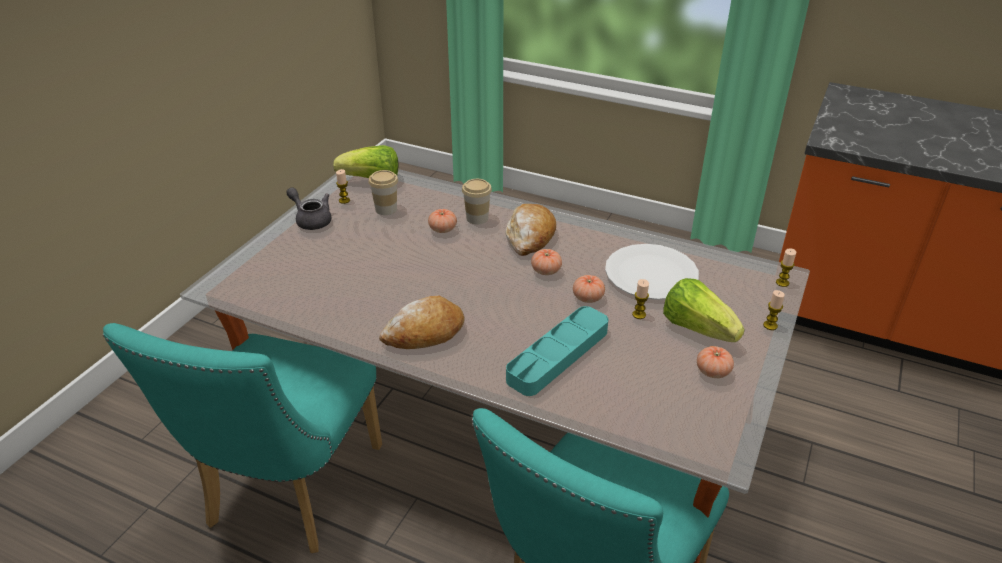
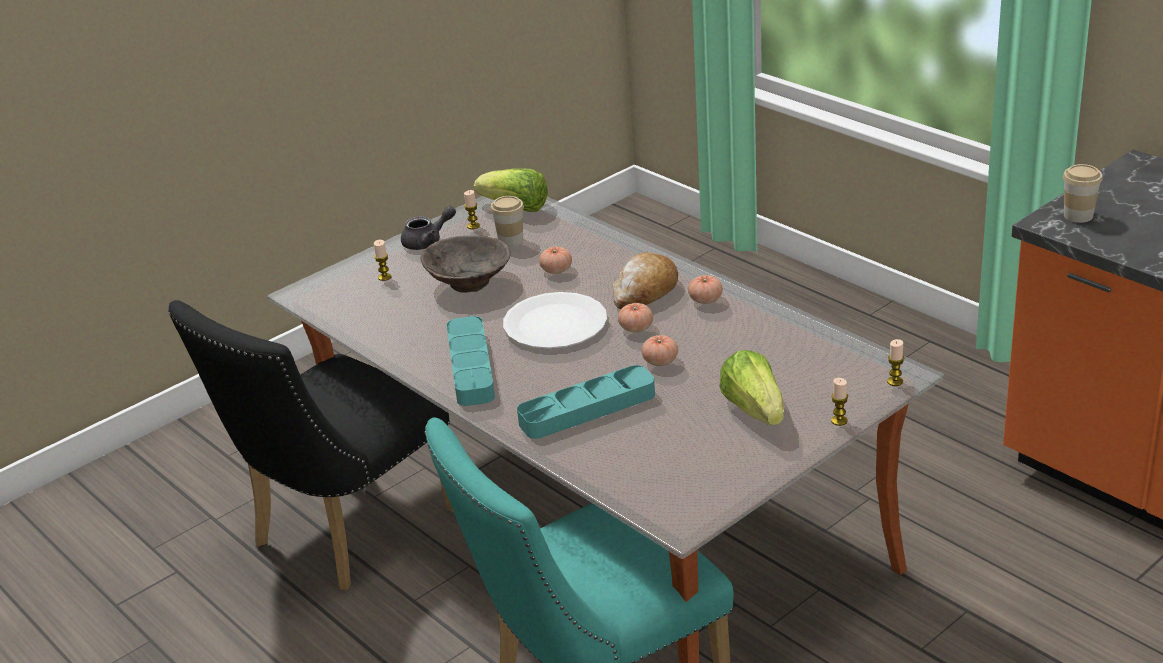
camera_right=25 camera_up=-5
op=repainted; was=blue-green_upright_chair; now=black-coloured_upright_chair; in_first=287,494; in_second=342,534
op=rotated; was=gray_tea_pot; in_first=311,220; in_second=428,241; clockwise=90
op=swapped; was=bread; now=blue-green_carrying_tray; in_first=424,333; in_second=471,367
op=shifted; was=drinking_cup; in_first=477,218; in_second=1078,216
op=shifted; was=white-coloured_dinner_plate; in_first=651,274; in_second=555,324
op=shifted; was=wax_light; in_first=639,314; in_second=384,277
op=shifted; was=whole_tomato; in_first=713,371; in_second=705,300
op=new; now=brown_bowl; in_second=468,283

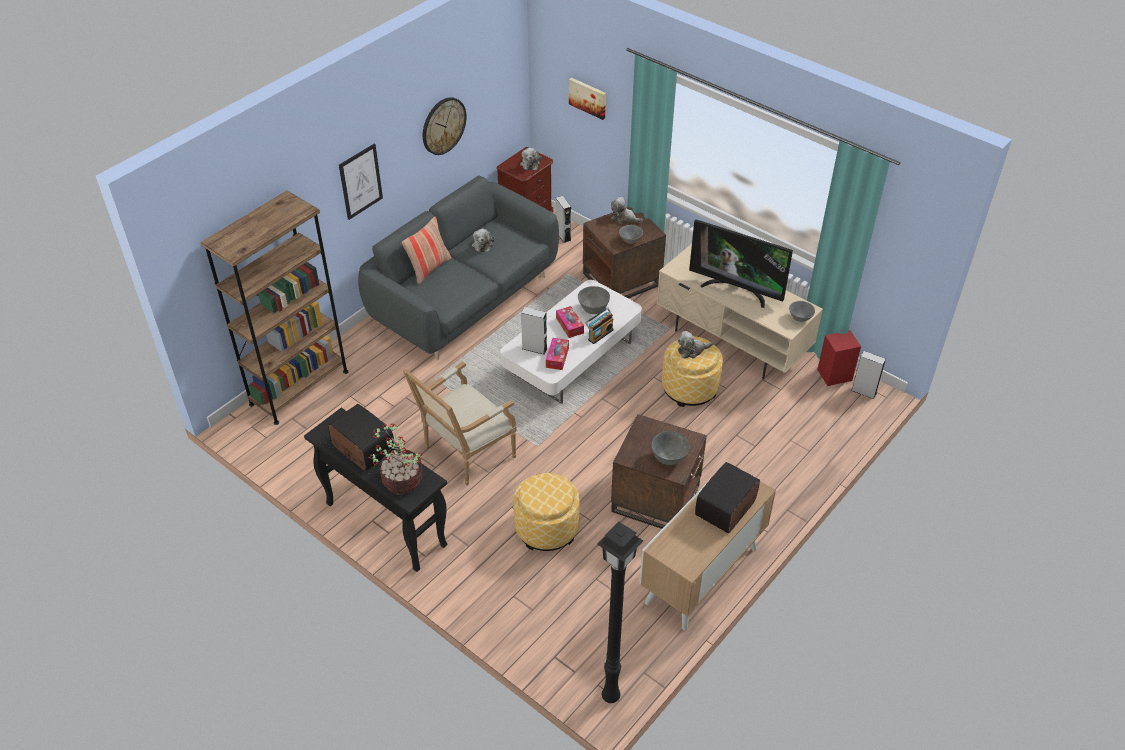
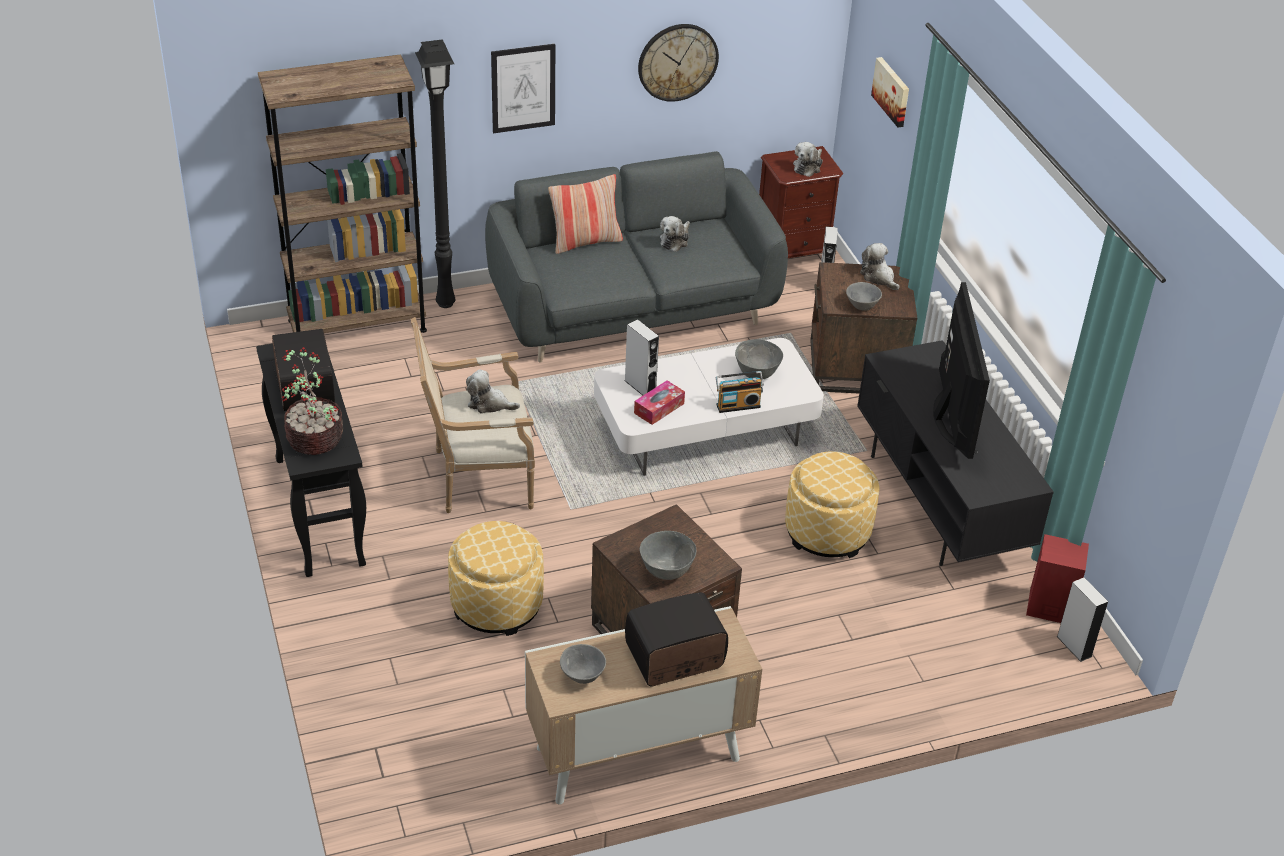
camera_right=30 camera_up=-5
op=gone; was=box_of_tissues; in_first=569,325
op=shifted; was=black-coloured_standard_lamp; in_first=610,695; in_second=446,302
op=repainted; was=sand-coloured_media_console; now=black-coloured_media_console; in_first=733,341; in_second=940,503
op=shifted; was=plush_toy; in_first=692,350; in_second=489,404
op=rotated; was=TV; in_first=736,290; in_second=949,418; clockwise=-150
op=shifted; was=gray_bowl; in_first=800,318; in_second=581,676

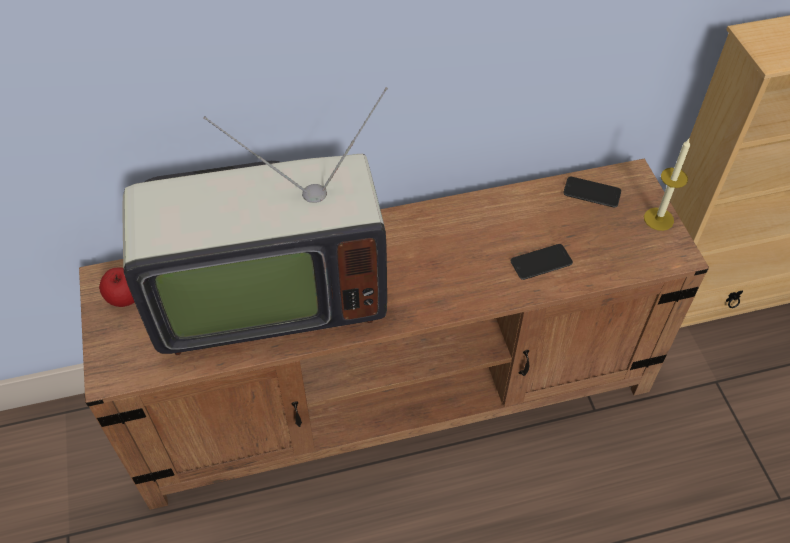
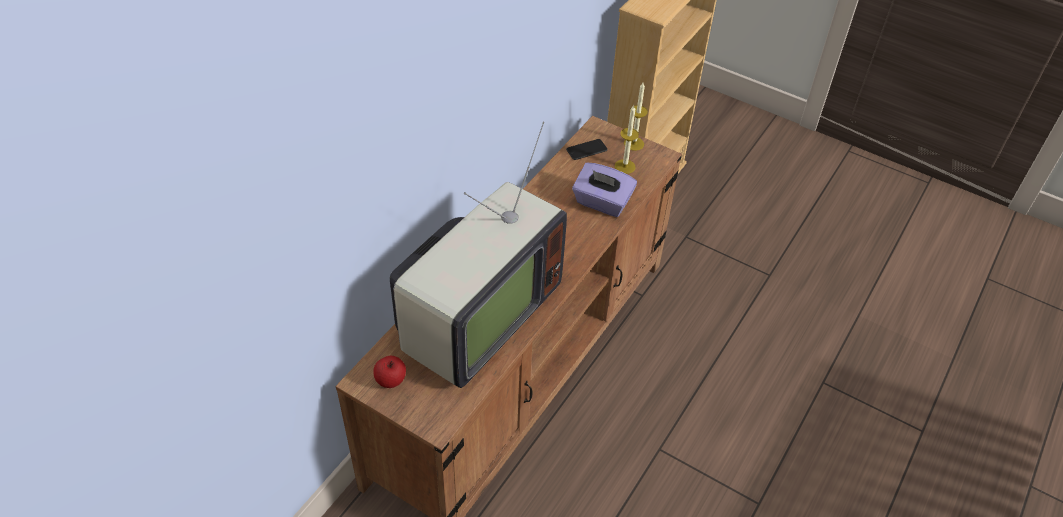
camera_right=-45 camera_up=-5
op=swapped; was=handset; now=purple-coloured_box_of_tissues; in_first=541,262; in_second=602,203
op=new; now=wax_light; in_second=625,166

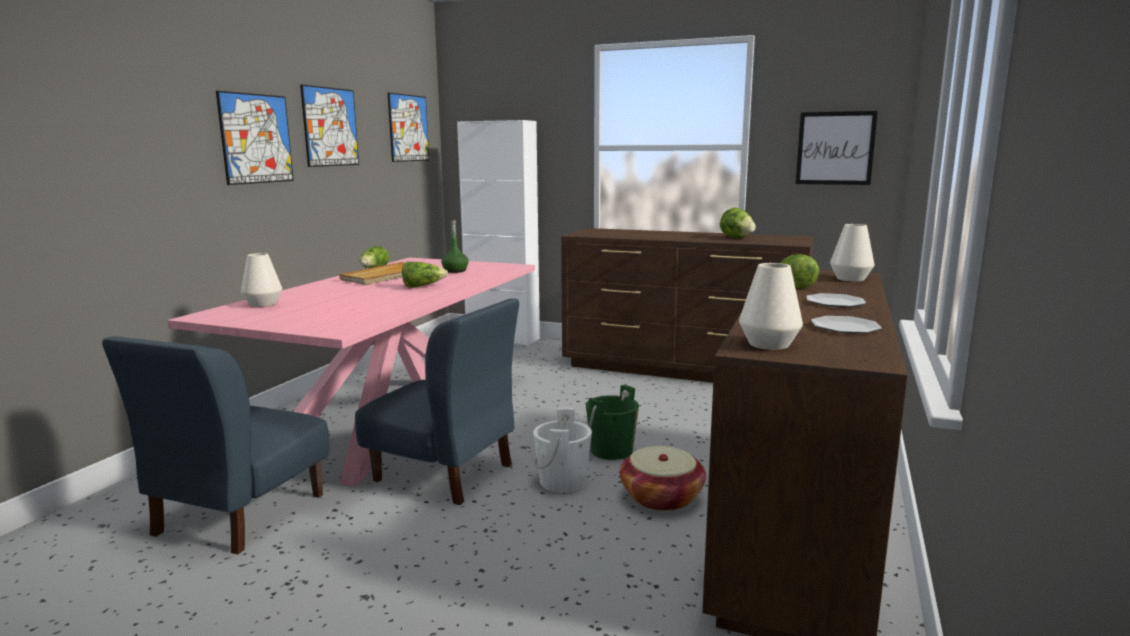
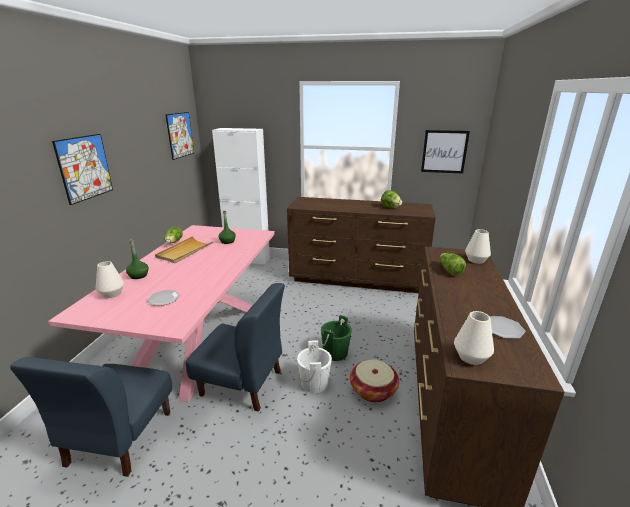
camera_right=-10 camera_up=10
op=gone; was=wall_picture; in_first=330,127
op=gone; was=lettuce; in_first=423,286
op=shifted; was=dinner_plate; in_first=835,303; in_second=164,299
op=new; now=greenish_drink_bottle; in_second=138,276

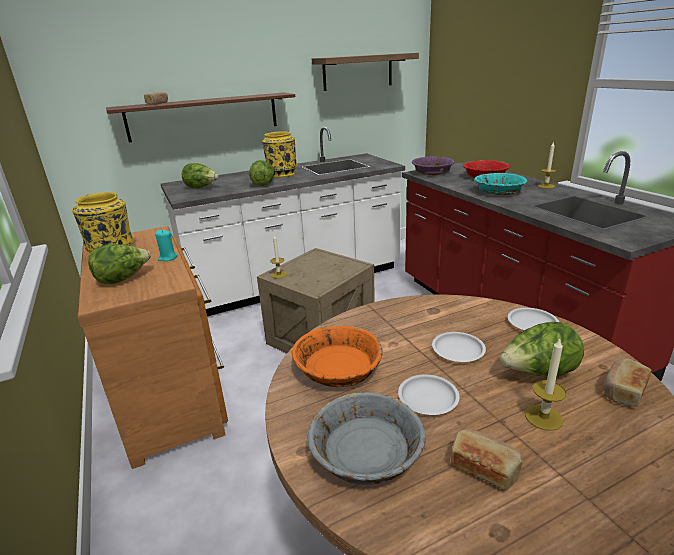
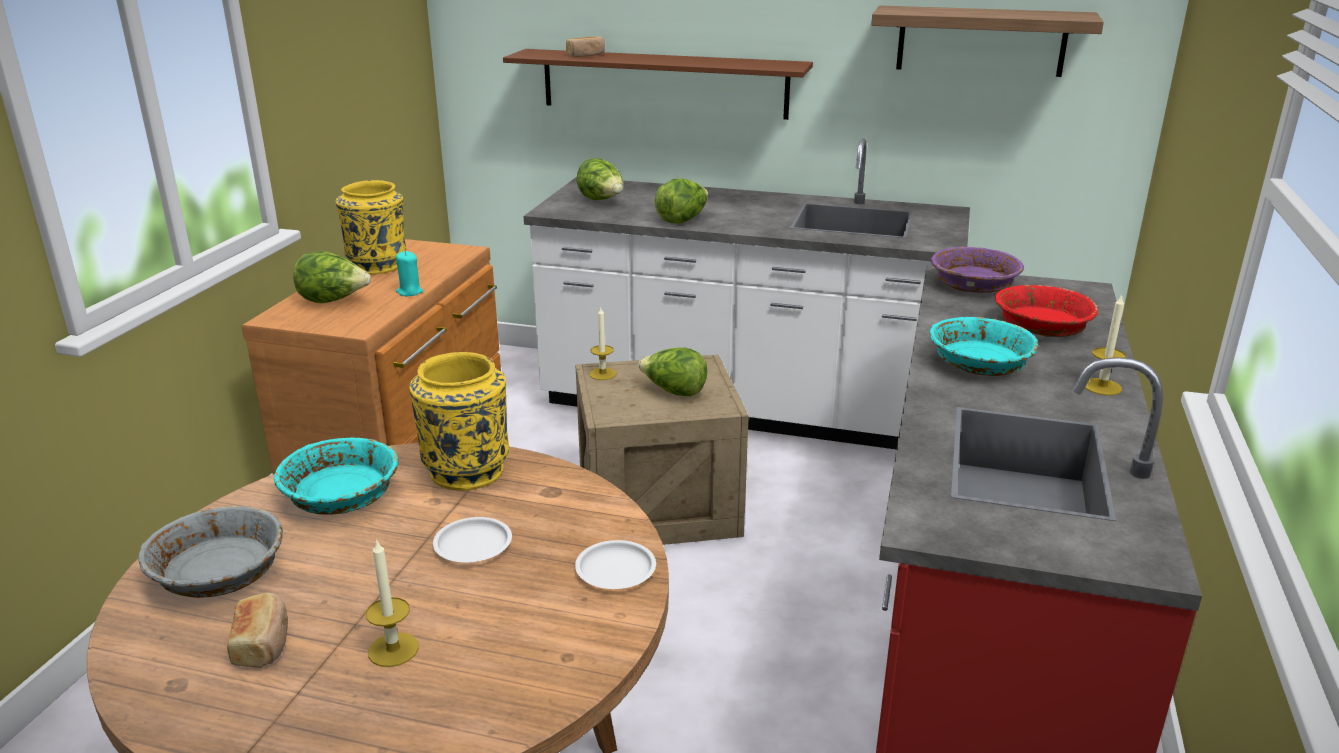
camera_right=40 camera_up=0
op=shifted; was=yellow-coloured_decorative_vase; in_first=281,174; in_second=466,470
op=repainted; was=orangey_bowl; now=blue-green_bowl; in_first=338,369; in_second=341,494
op=gone; was=white-coloured_dinner_plate; in_first=428,398
op=shifted; was=lettuce; in_first=538,373; in_second=674,392
op=gone; was=bread; in_first=622,391

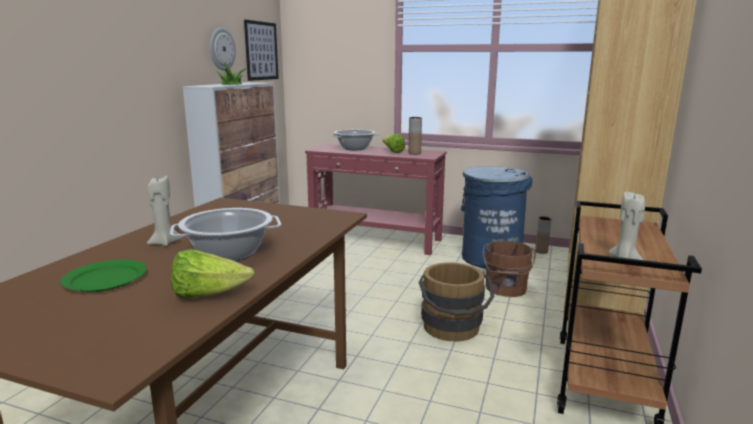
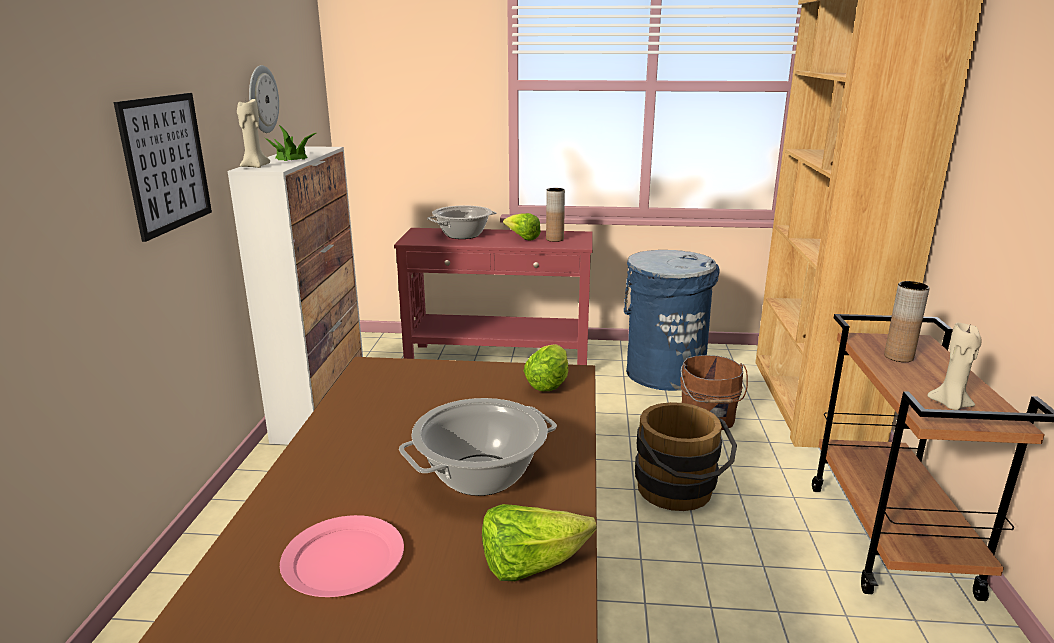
camera_right=-15 camera_up=5
op=repainted; was=greenish_dinner_plate; now=pinkish_dinner_plate; in_first=105,279; in_second=342,560
op=shifted; was=sand-coloured_wax_light; in_first=164,243; in_second=254,166
op=shifted; was=wall_picture; in_first=261,51; in_second=166,163
op=shifted; was=brown_decorative_vase; in_first=541,251; in_second=898,357
op=new; now=lettuce; in_second=549,383

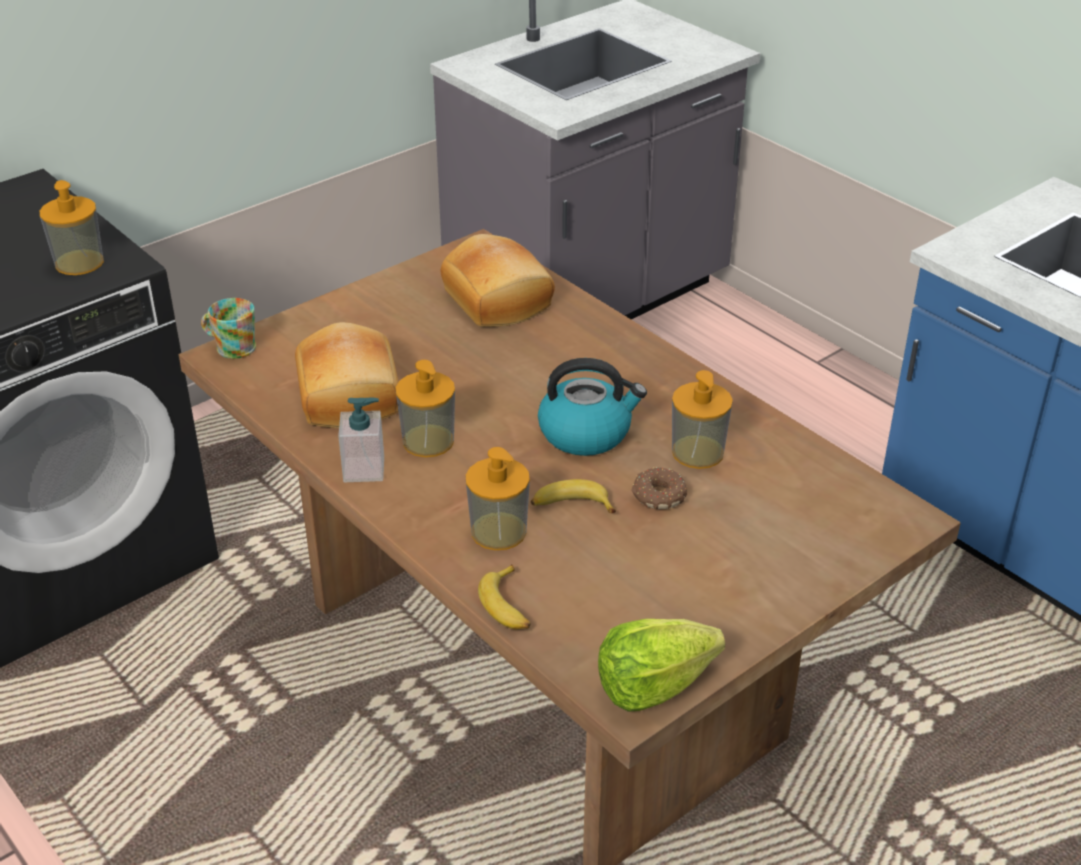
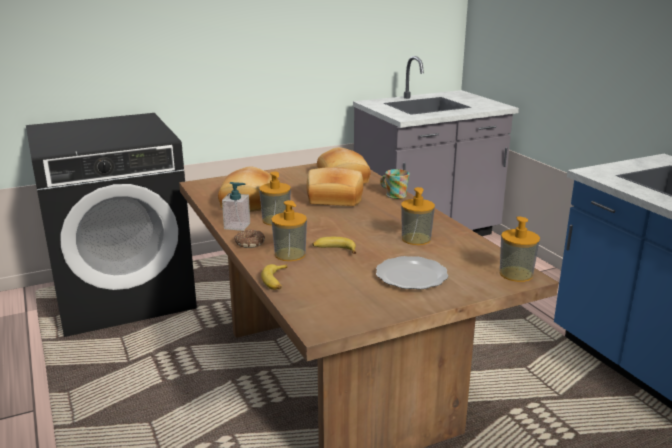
camera_right=15 camera_up=-15
op=shifted; was=soap_bottle; in_first=79,262; in_second=516,274
op=shifted; was=mug; in_first=231,347; in_second=393,195
op=gone; was=water_kettle; in_first=586,433
op=gone; was=lettuce; in_first=653,686
op=shifted; was=doughnut; in_first=658,495; in_second=249,243
op=new; now=bread; in_second=334,199
op=new; now=dinner_plate; in_second=411,276

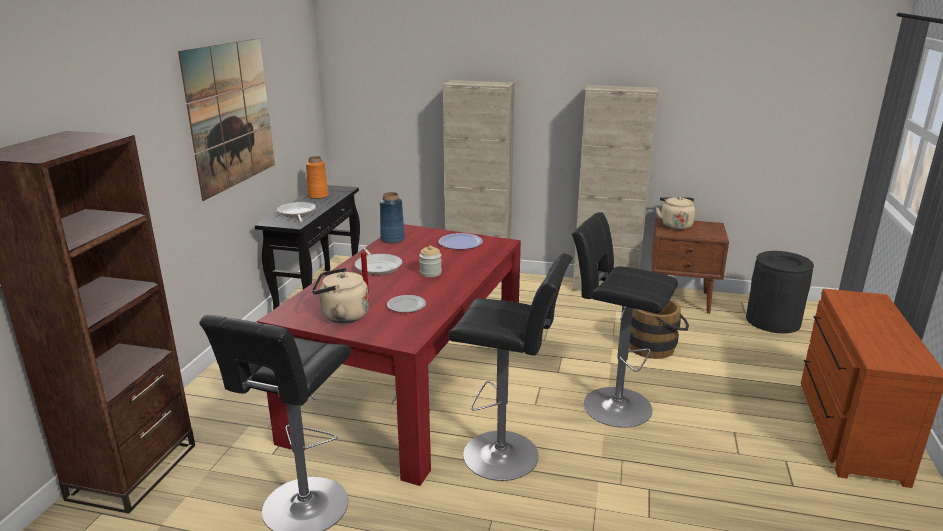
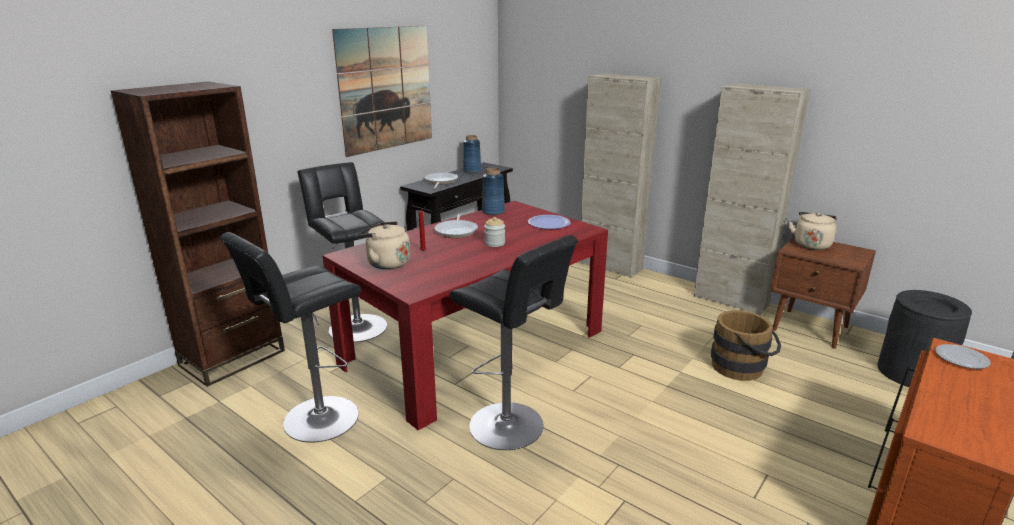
camera_right=25 camera_up=0
op=repainted; was=orangey_decorative_vase; now=bluish_decorative_vase; in_first=318,196; in_second=472,171
op=shifted; was=dinner_plate; in_first=406,306; in_second=960,359
op=shifted; was=black-coloured_sitting_stool; in_first=612,405; in_second=356,326

